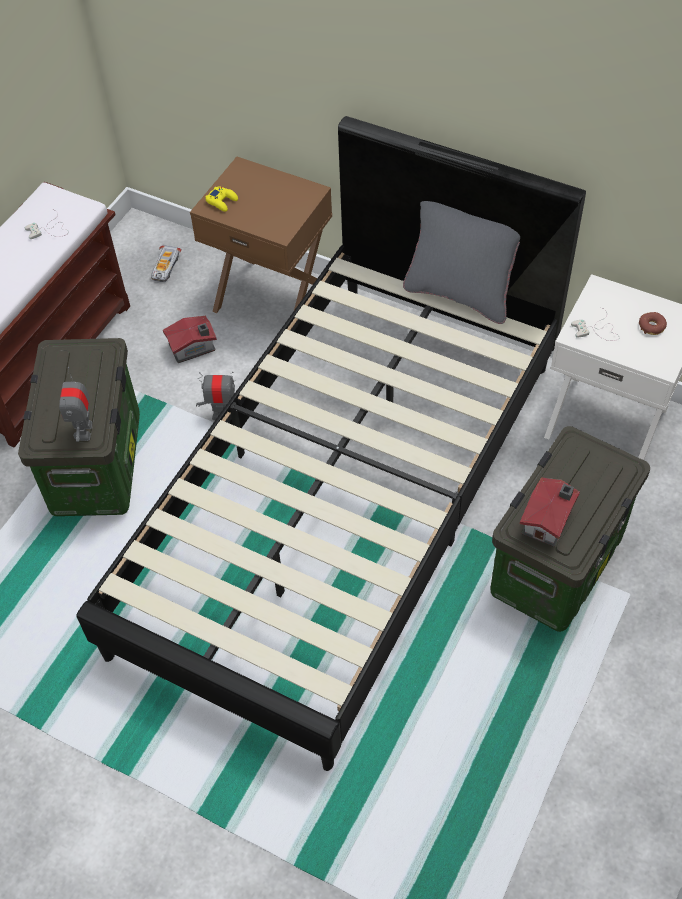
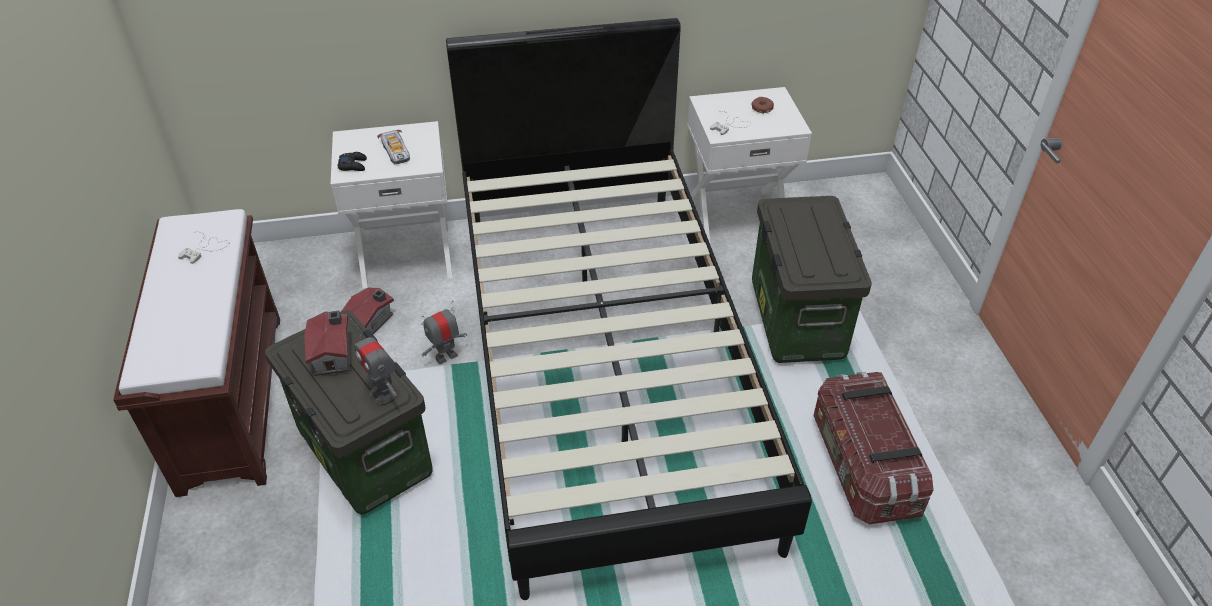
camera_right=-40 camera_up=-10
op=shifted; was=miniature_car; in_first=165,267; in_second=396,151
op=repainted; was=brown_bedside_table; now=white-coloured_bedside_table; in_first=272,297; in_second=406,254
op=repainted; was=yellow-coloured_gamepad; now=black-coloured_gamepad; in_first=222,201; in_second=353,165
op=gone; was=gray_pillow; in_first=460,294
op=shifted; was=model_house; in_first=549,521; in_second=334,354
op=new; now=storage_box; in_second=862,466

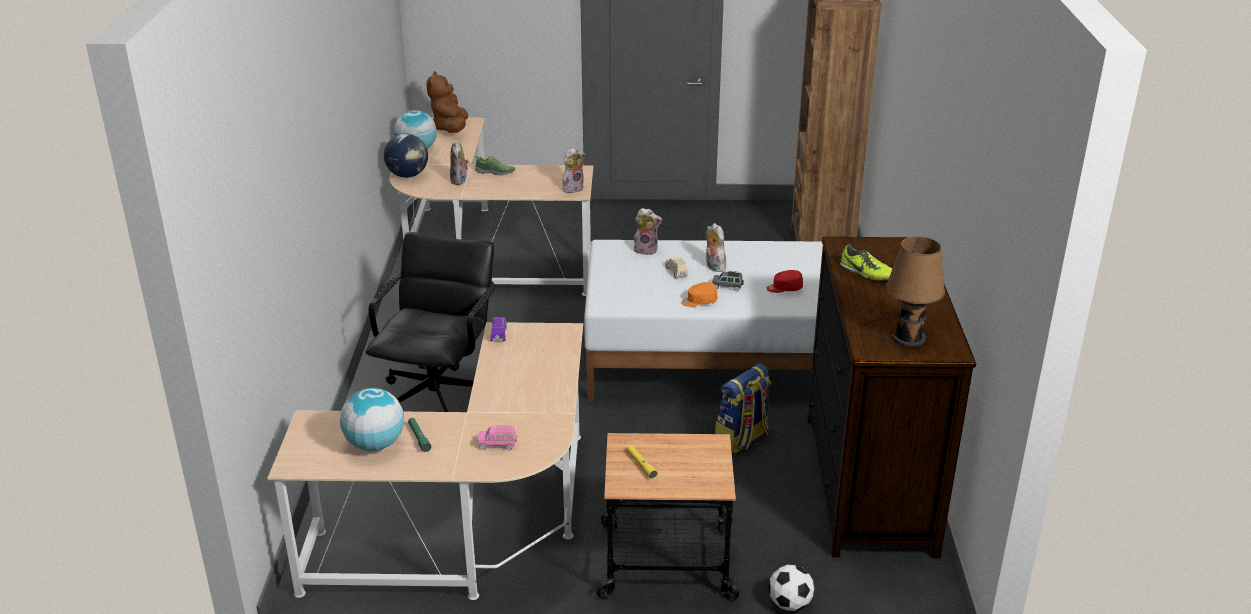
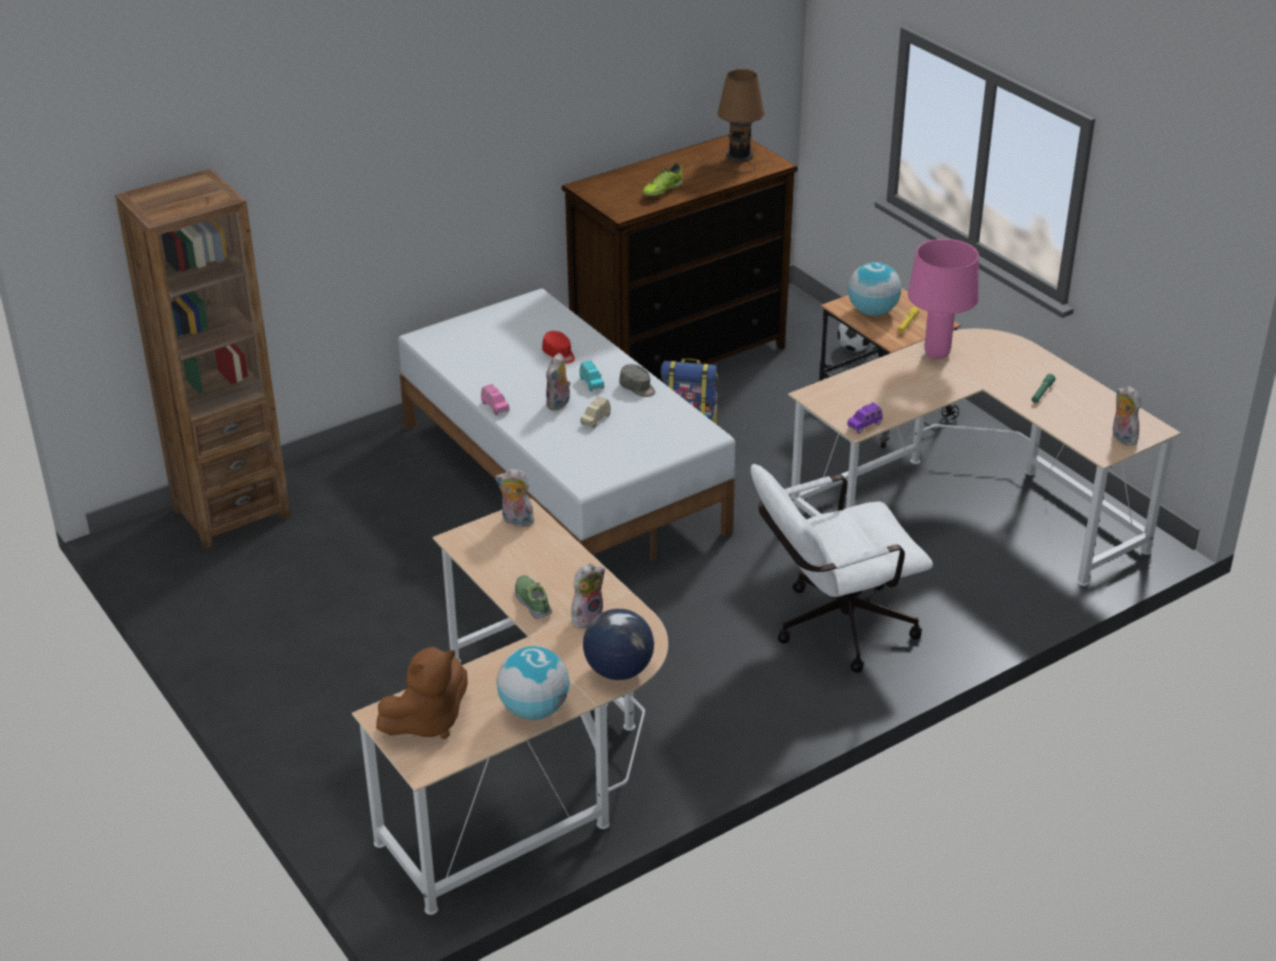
camera_right=-125 camera_up=5
op=shifted; was=world_globe; in_first=375,444; in_second=873,312
op=repainted; was=black-coloured_desk_chair; now=white-coloured_desk_chair; in_first=439,394; in_second=832,628
op=shifted; was=pinkish_miniature_car; in_first=497,445; in_second=495,407
op=shifted; was=plush_toy; in_first=646,250; in_second=1121,437
op=repainted; was=orangey_baseball_cap; now=gray_baseball_cap; in_first=699,301; in_second=637,388
op=repainted; was=gray_miniature_car; now=blue-green_miniature_car; in_first=727,287; in_second=591,383
op=rotated; was=low_shoe; in_first=866,274; in_second=662,191; clockwise=-150
op=new; now=pinkish_lamp_for_a_table; in_second=937,354

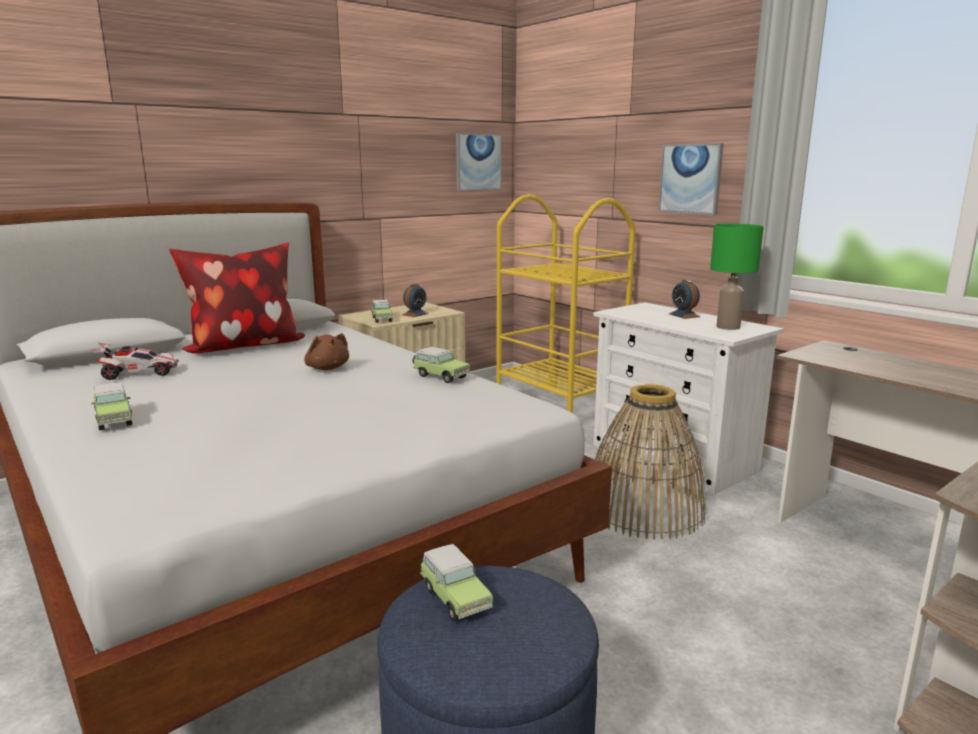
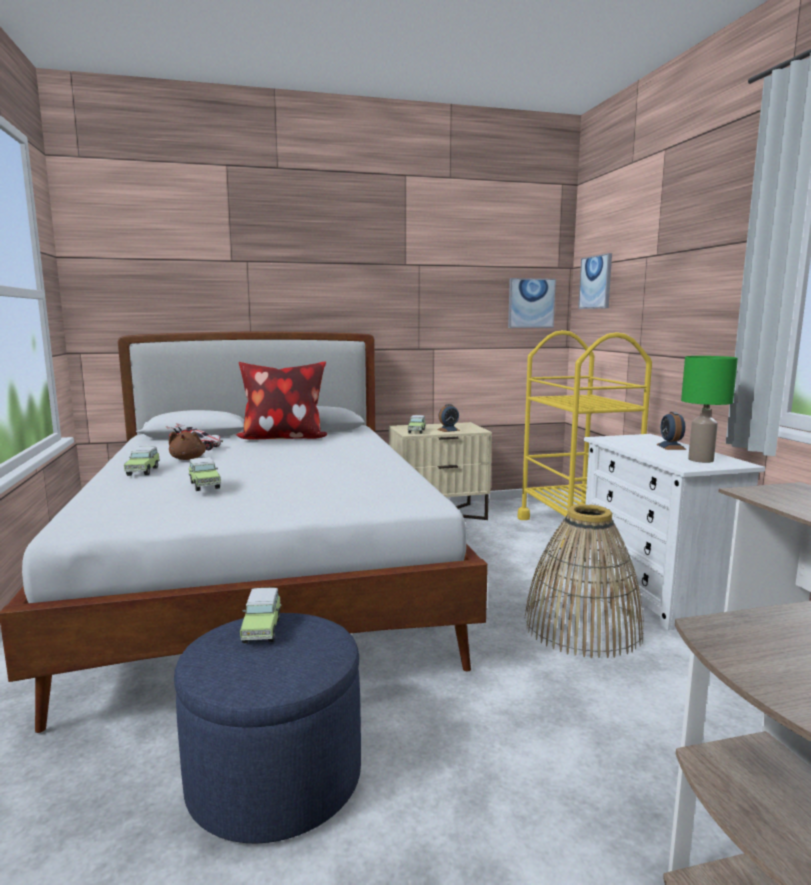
camera_right=25 camera_up=-5
op=shifted; was=brown_plush_toy; in_first=327,368; in_second=188,459
op=shifted; was=miniature_car; in_first=440,376; in_second=204,485
op=shifted; was=wall_picture; in_first=690,179; in_second=596,282

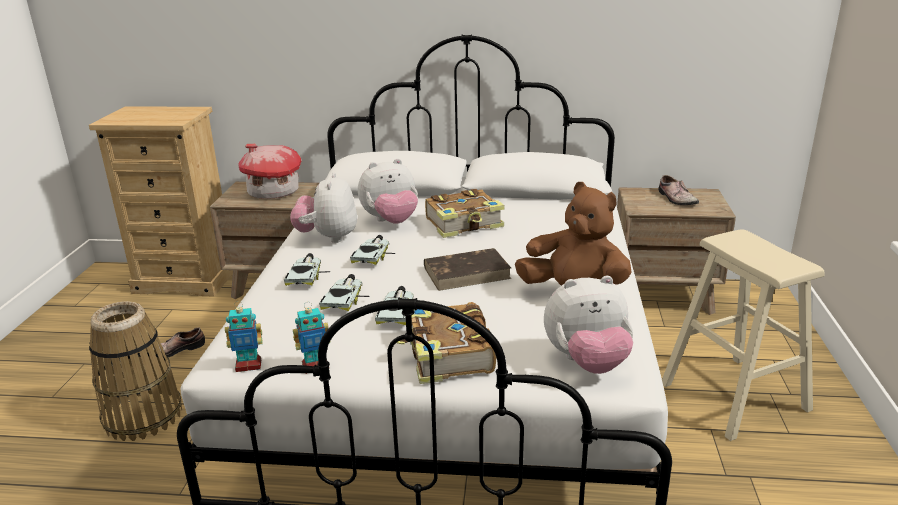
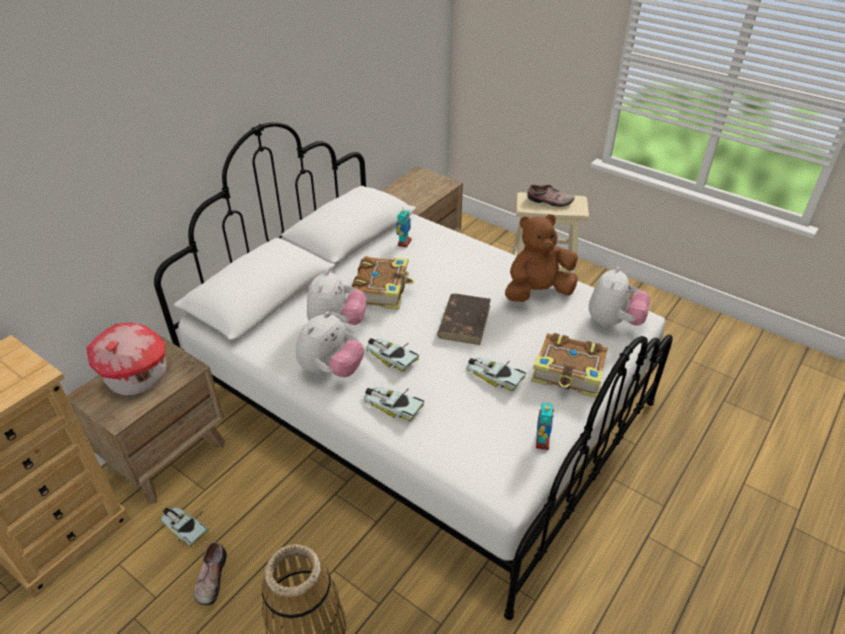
camera_right=-60 camera_up=15
op=shifted; was=model_robot; in_first=248,365; in_second=404,243
op=rotated; was=plush_toy; in_first=328,237; in_second=331,370; clockwise=-90
op=shifted; was=miniature_car; in_first=345,298; in_second=184,526
op=shifted; was=low_shoe; in_first=675,199; in_second=550,201

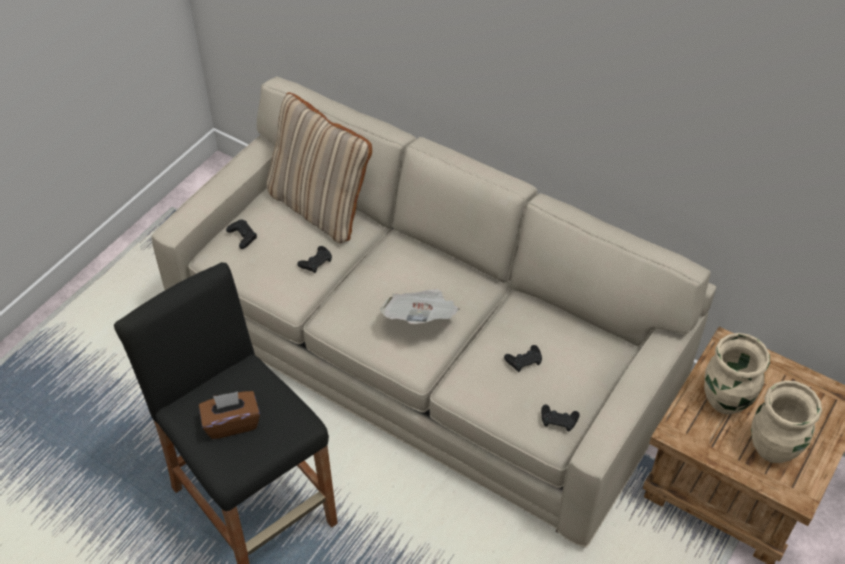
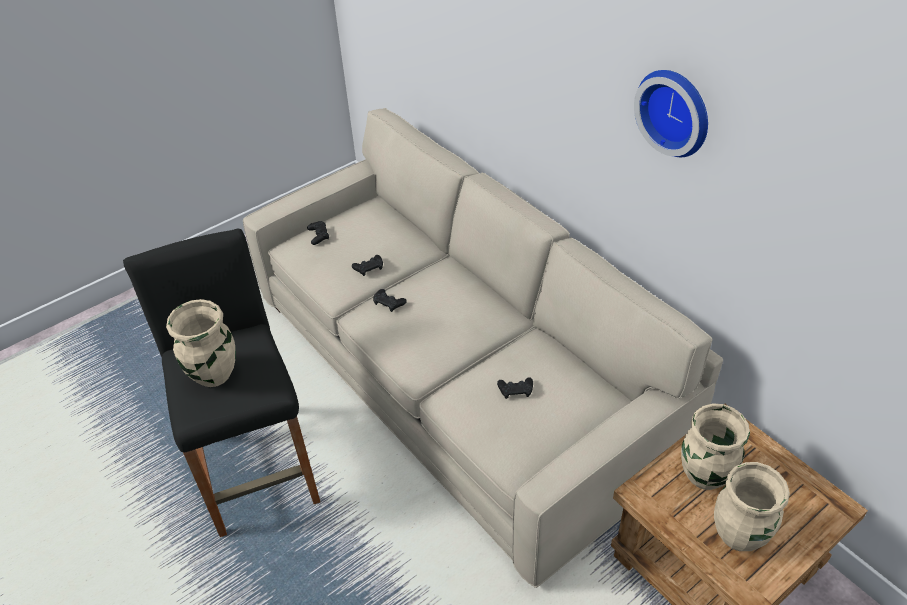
camera_right=20 camera_up=-5
op=swapped; was=brown_box_of_tissues; now=sand-coloured_decorative_vase; in_first=232,423; in_second=213,375
op=gone; was=sand-coloured_pillow; in_first=320,207
op=gone; was=daily_paper; in_first=421,319
op=shifted; was=black-coloured_gamepad; in_first=558,420; in_second=389,303
op=new; now=clock_on_the_wall; in_second=676,111

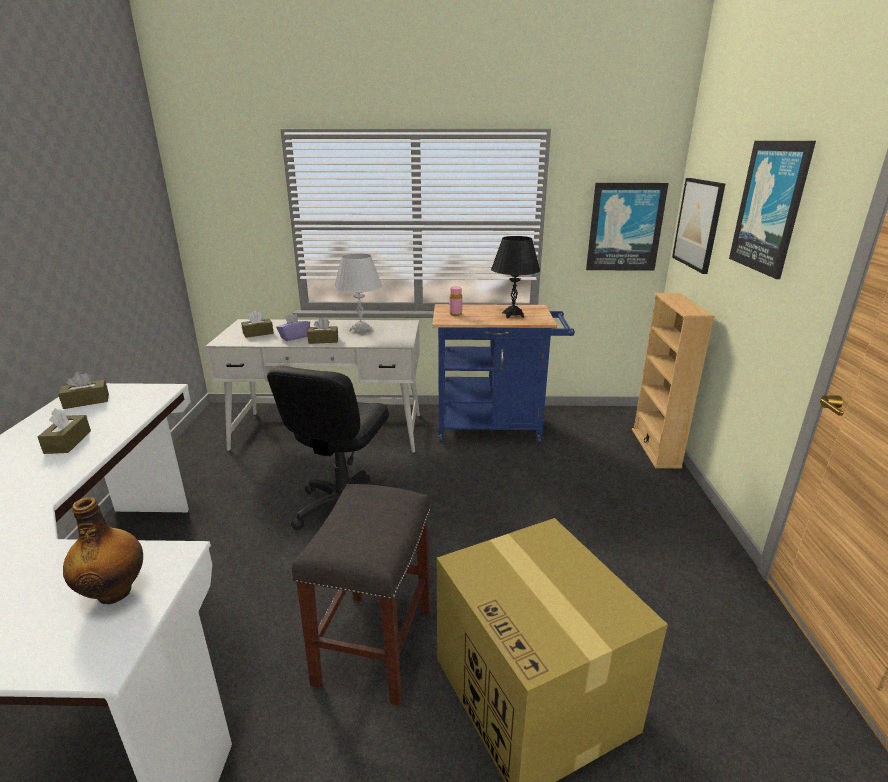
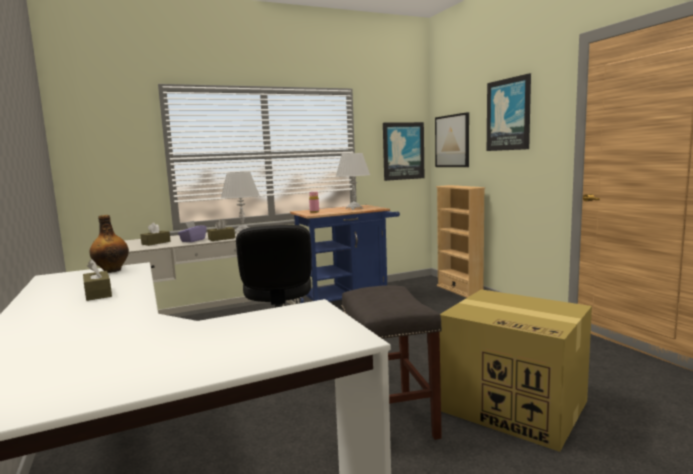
camera_right=-25 camera_up=-15
op=gone; was=brown_box_of_tissues; in_first=86,401
op=shifted; was=drink_bottle; in_first=115,591; in_second=112,270
op=repainted; was=black-coloured_lamp_for_a_table; now=white-coloured_lamp_for_a_table; in_first=513,315; in_second=354,208

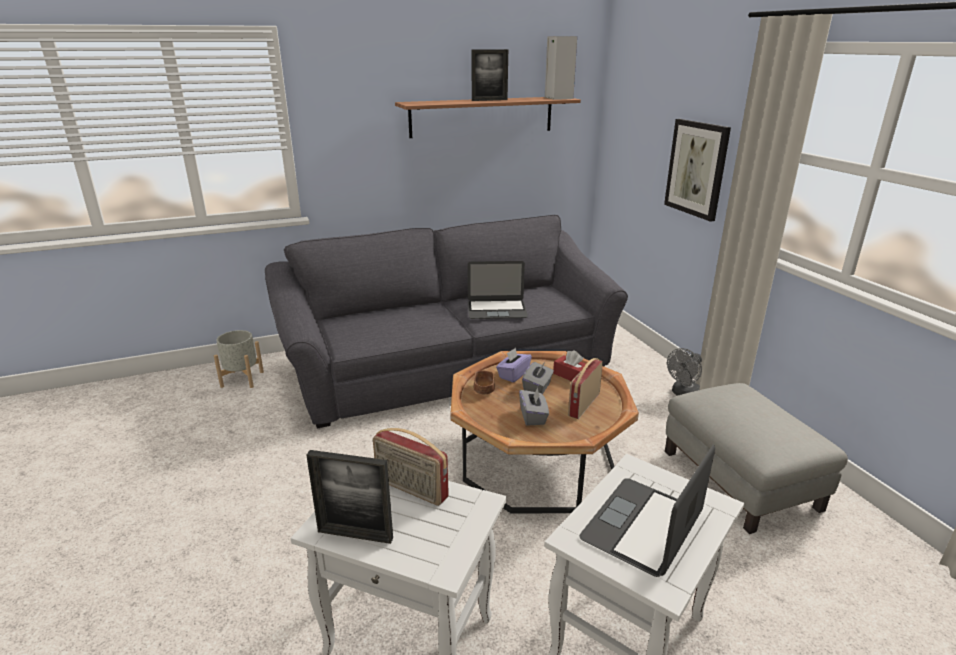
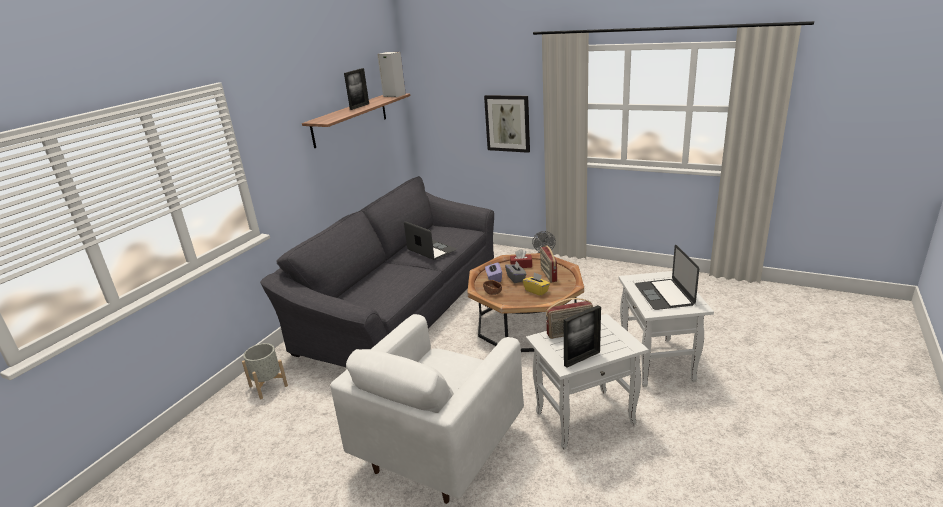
camera_right=-40 camera_up=0
op=rotated; was=notebook_computer; in_first=497,309; in_second=431,250; clockwise=-90
op=repainted; was=gray_box_of_tissues; now=yellow-coloured_box_of_tissues; in_first=533,416; in_second=536,291
op=gone; was=gray_footrest; in_first=740,479
op=new; now=white-coloured_armchair; in_second=440,448

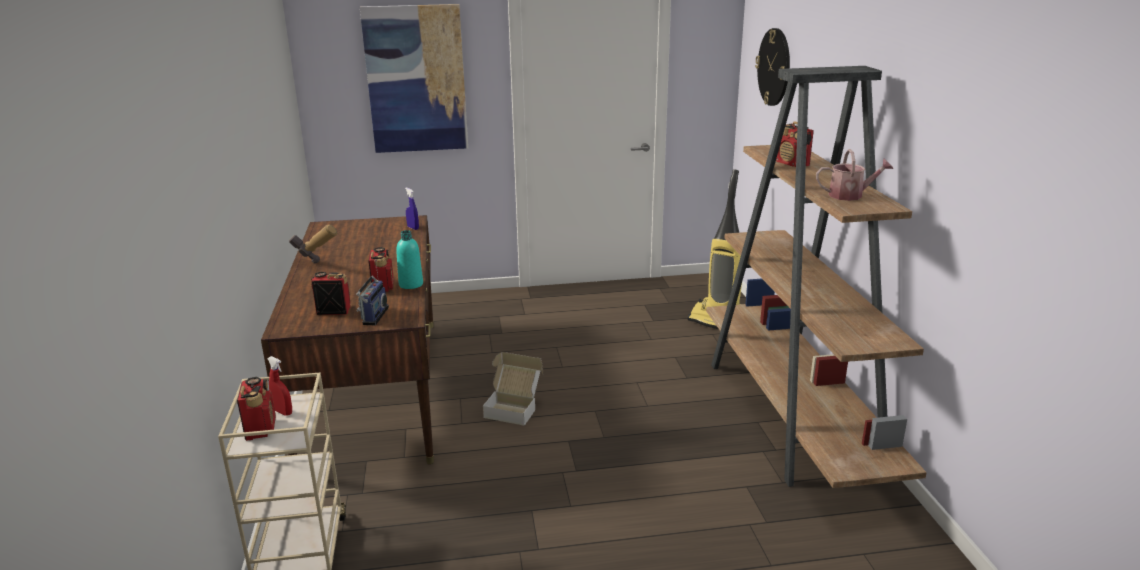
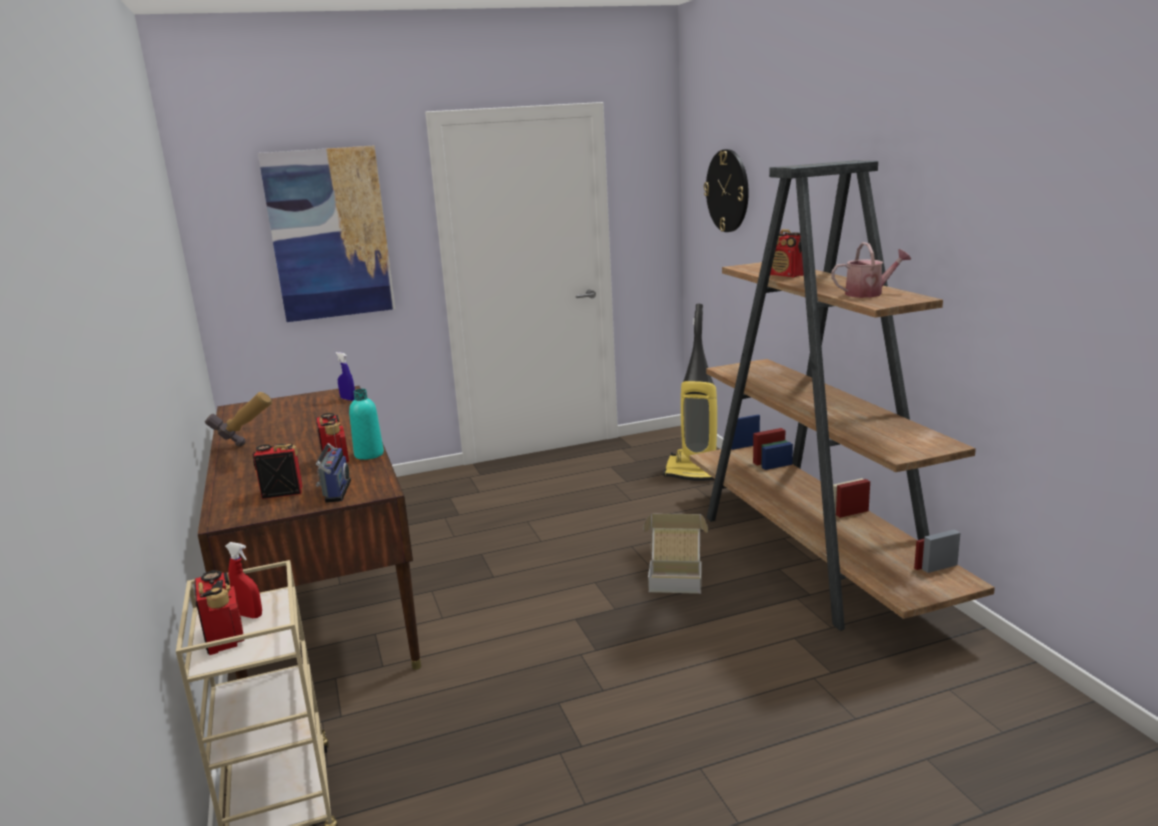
camera_right=-10 camera_up=-5
op=shifted; was=cardboard_box; in_first=514,408; in_second=676,577

